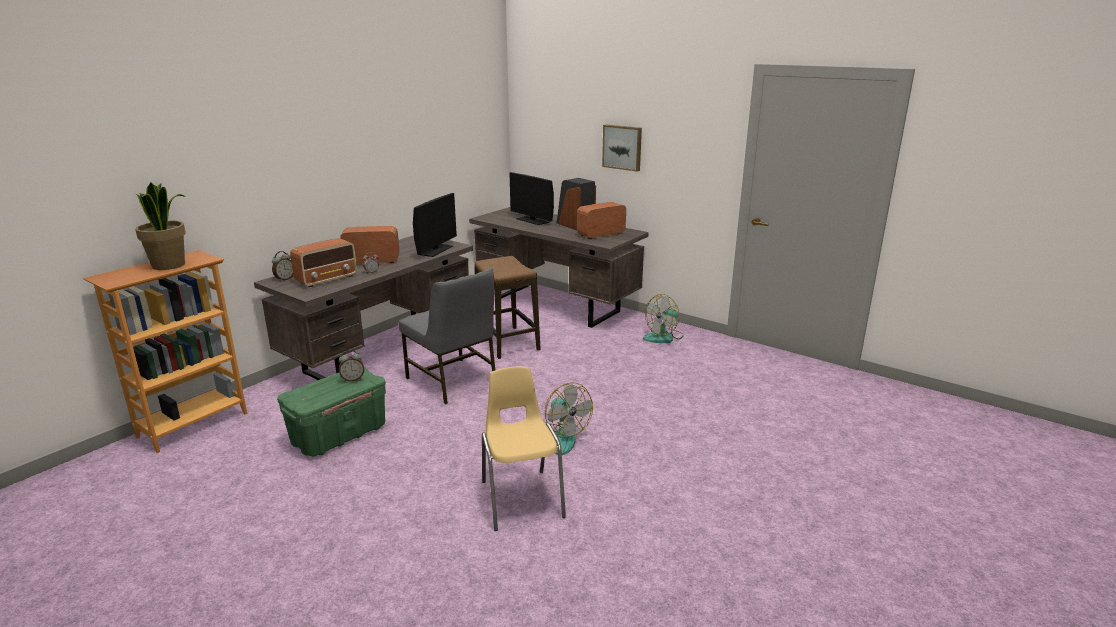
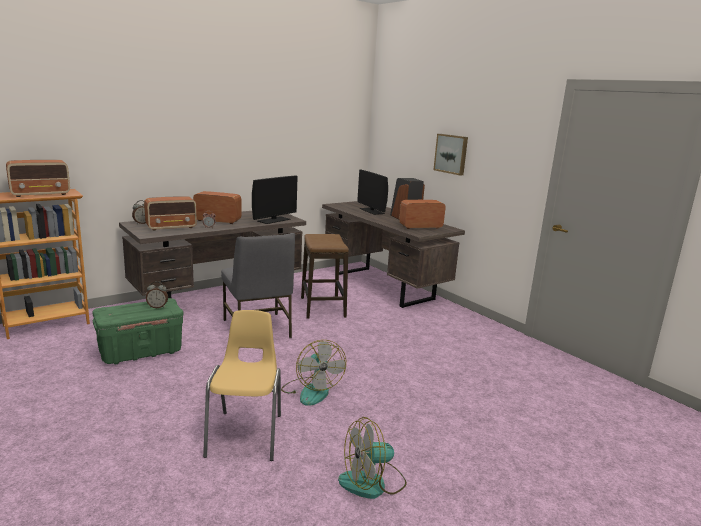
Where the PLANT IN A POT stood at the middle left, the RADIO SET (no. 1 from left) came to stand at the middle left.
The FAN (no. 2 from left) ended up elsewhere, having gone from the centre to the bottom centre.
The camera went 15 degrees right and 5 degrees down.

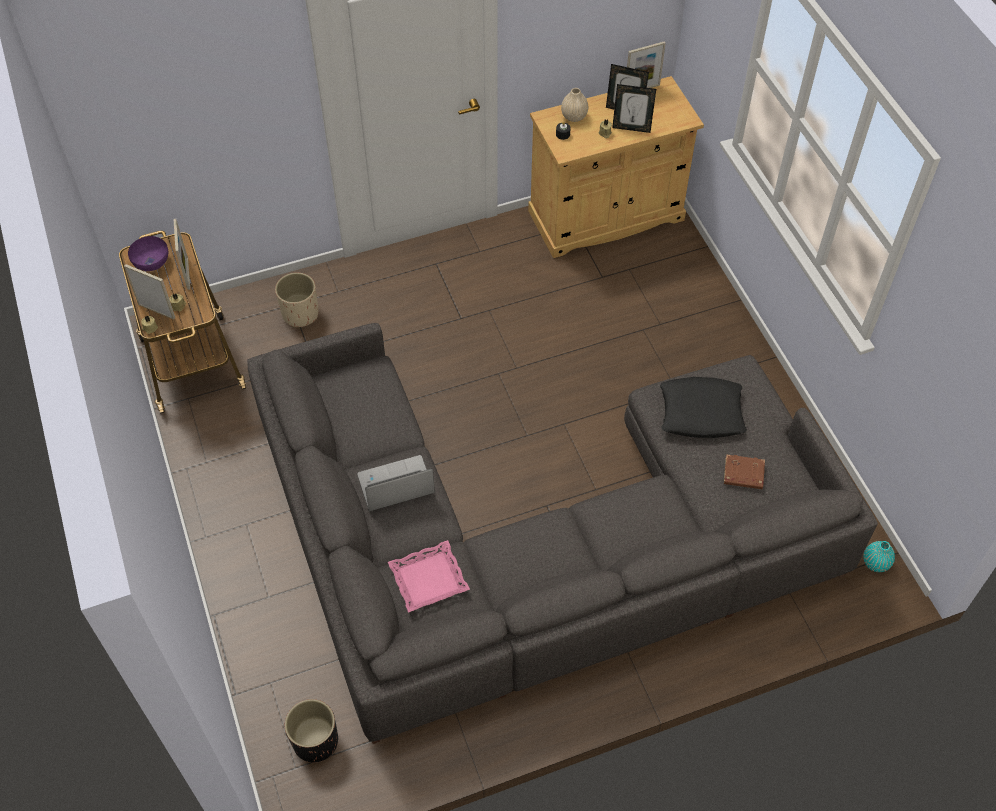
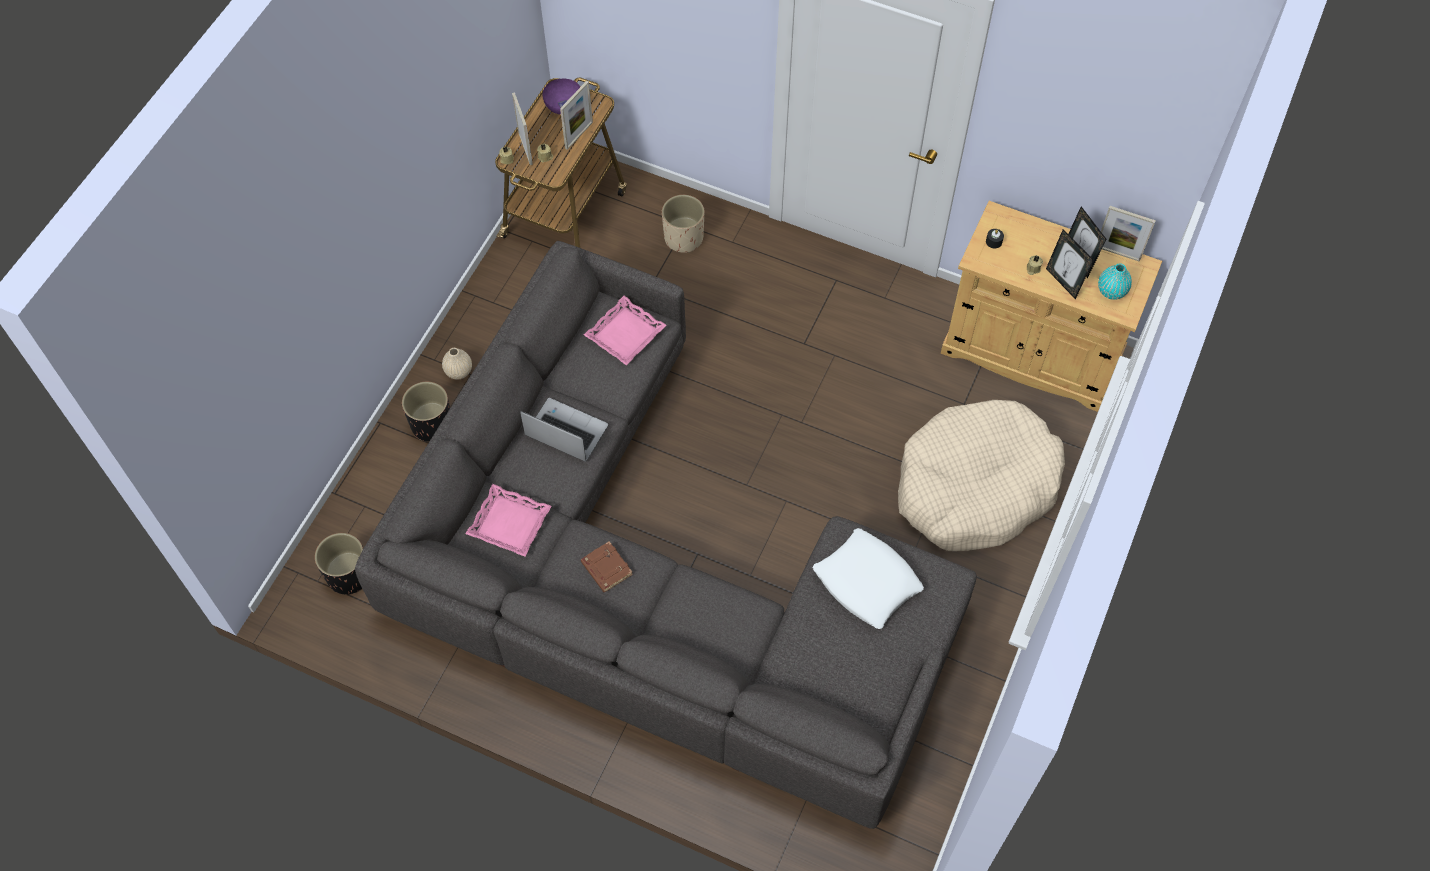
The BEIGE DECORATIVE VASE ended up elsewhere, having gone from the top centre to the middle left.
What was the BLACK PILLOW at the middle right turned into the WHITE PILLOW at the centre.
The BROWNISH BOOK ended up elsewhere, having gone from the middle right to the centre.
The BLUE-GREEN DECORATIVE VASE ended up elsewhere, having gone from the bottom right to the top right.
The second view gained the BLACK PLANT POT (no. 2 from left) at the middle left.
The second view gained the PINK TRAY (no. 2 from left) at the centre.
The second view gained the BEIGE DOG BED at the middle right.
The camera went 45 degrees right and 5 degrees up.

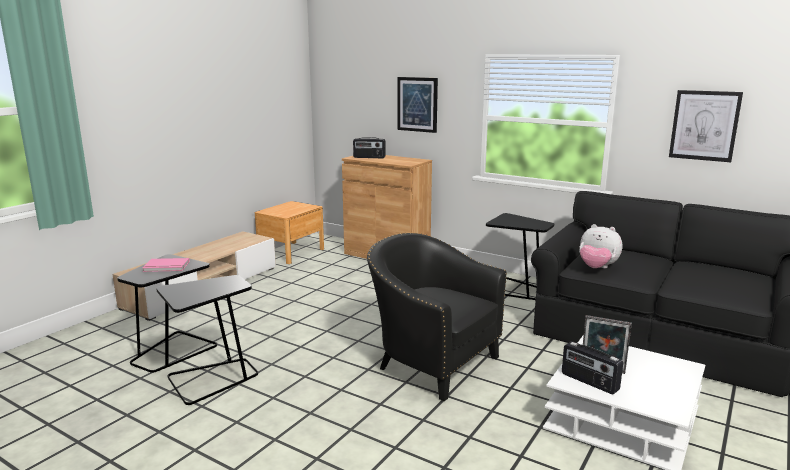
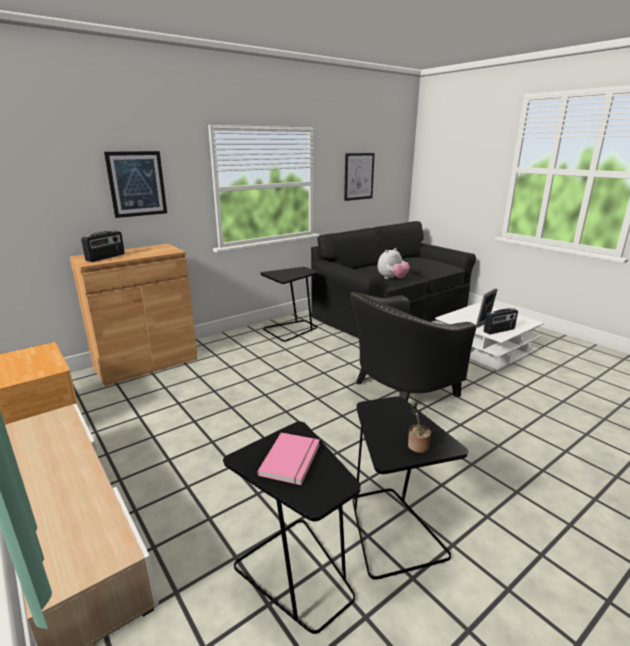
The second view gained the PLANT IN A POT at the centre.
The camera went 70 degrees left and 5 degrees up.

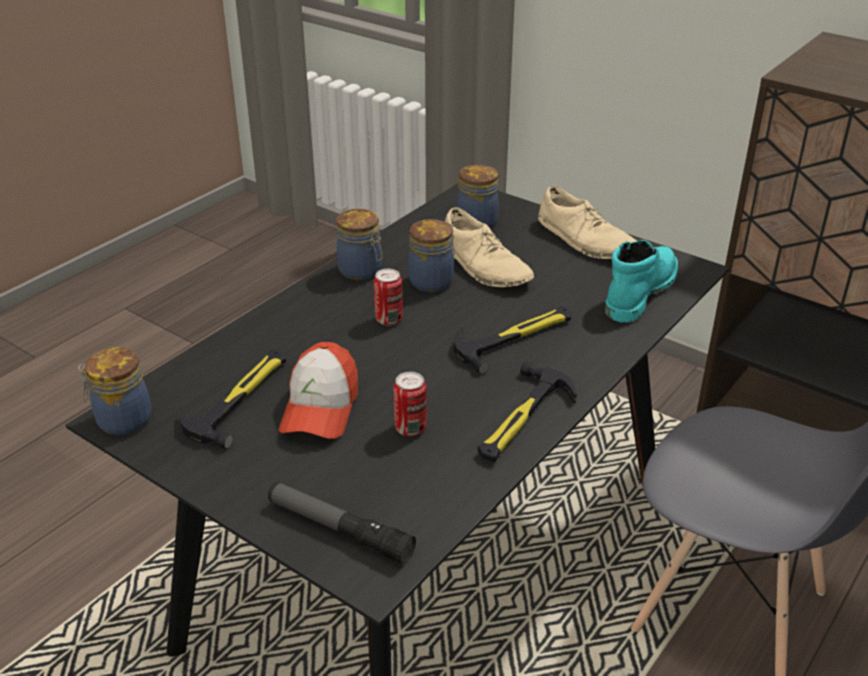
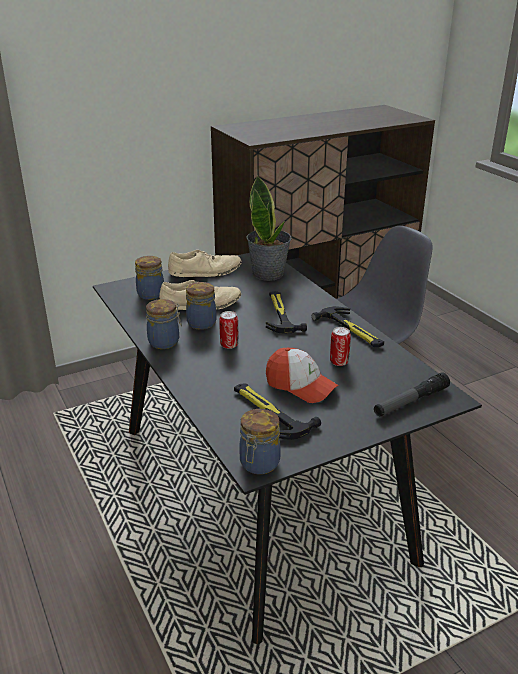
Where the BLUE-GREEN TALL BOOT stood at the middle right, the PLANT IN A POT came to stand at the centre.
The camera went 65 degrees left and 5 degrees down.

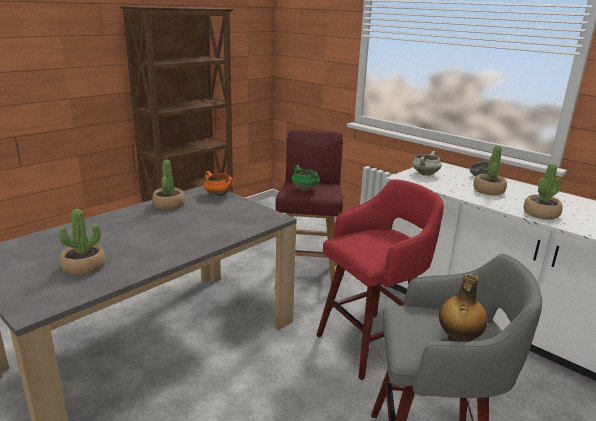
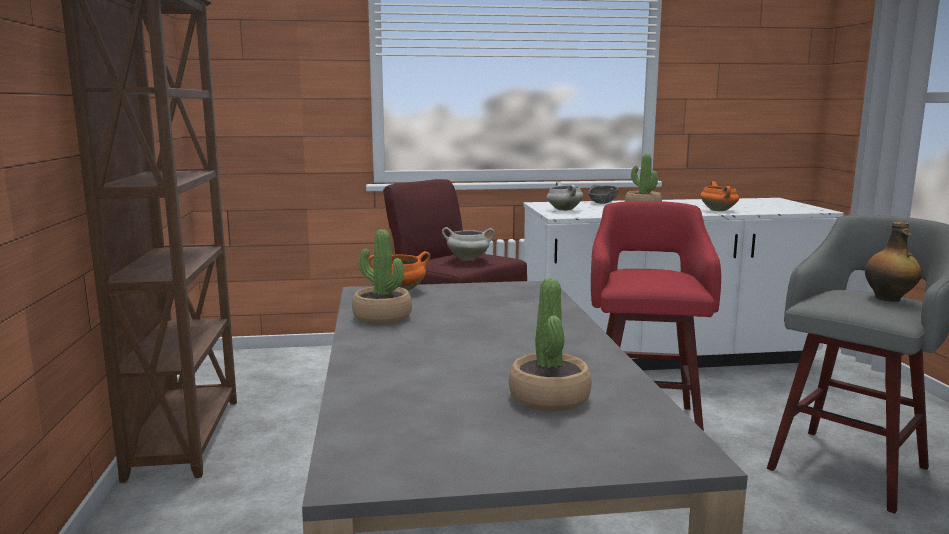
What was the GREEN COOKING POT at the centre turned into the WHITE COOKING POT (no. 1 from left) at the centre.
Where the PLANT IN A POT (no. 4 from left) stood at the middle right, the ORANGE-COLOURED COOKING POT (no. 2 from left) came to stand at the middle right.
The camera went 50 degrees left and 10 degrees down.

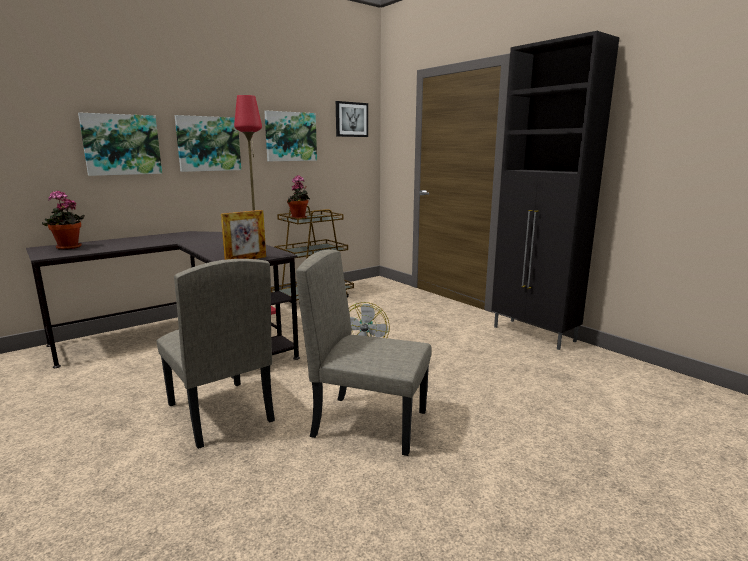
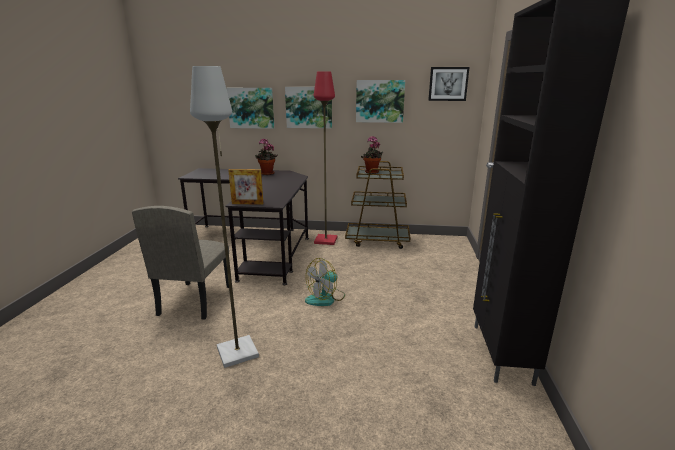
The PLANT IN A POT (no. 1 from left) ended up elsewhere, having gone from the middle left to the centre.
Where the BEIGE PLAIN CHAIR (no. 2 from left) stood at the centre, the GREYISH FLOOR LAMP came to stand at the middle left.
The camera went 45 degrees right and 5 degrees up.

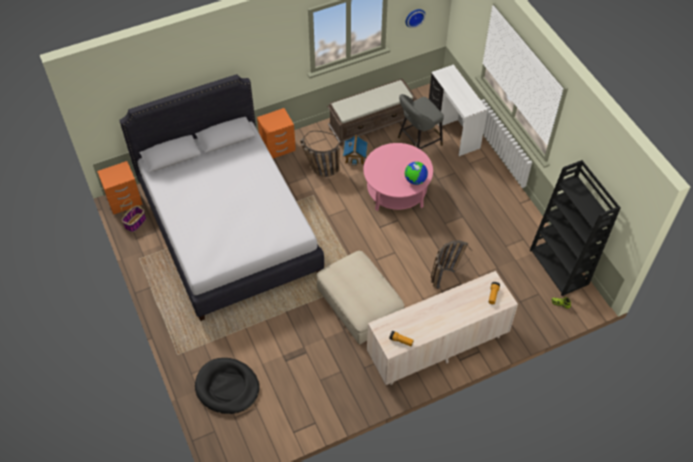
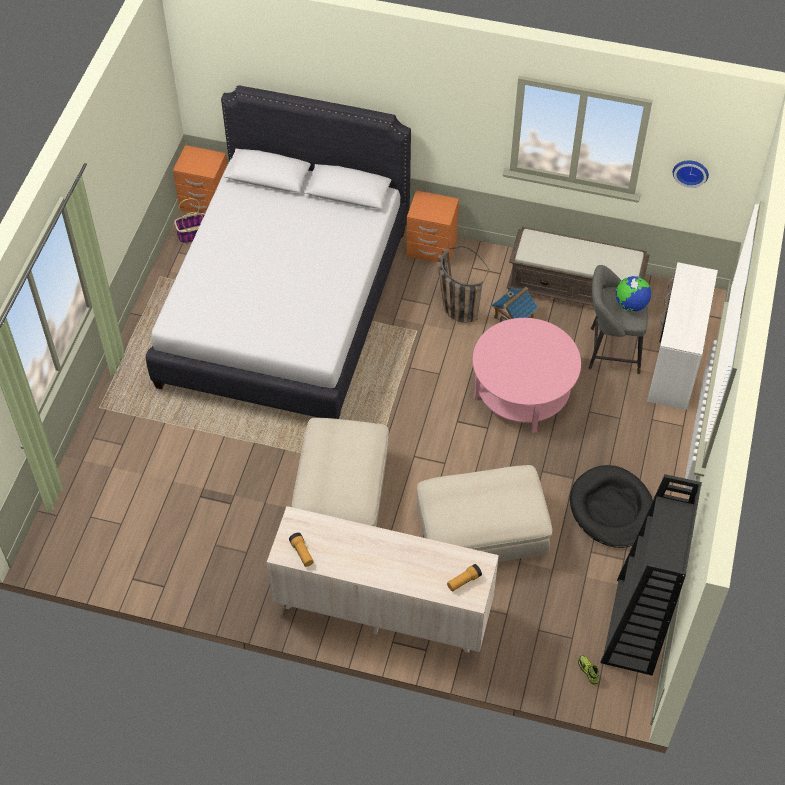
The BLACK DOG BED ended up elsewhere, having gone from the bottom left to the middle right.
The DESK GLOBE ended up elsewhere, having gone from the centre to the middle right.
Where the HOUSEHOLD BASKET (no. 3 from left) stood at the centre, the BEIGE POUFFE (no. 2 from left) came to stand at the centre.
The camera went 40 degrees right and 0 degrees up.

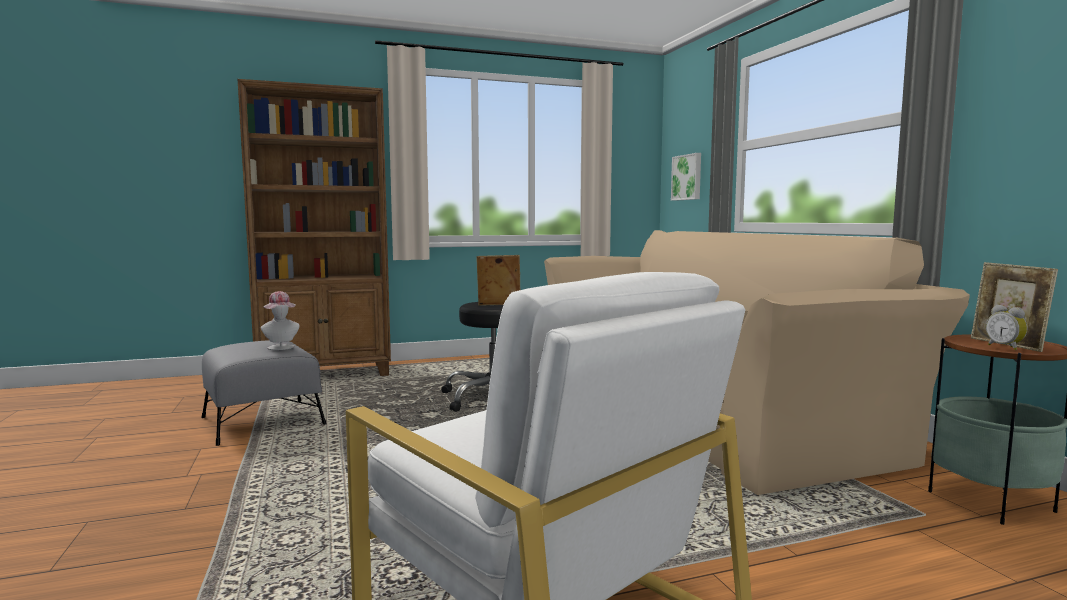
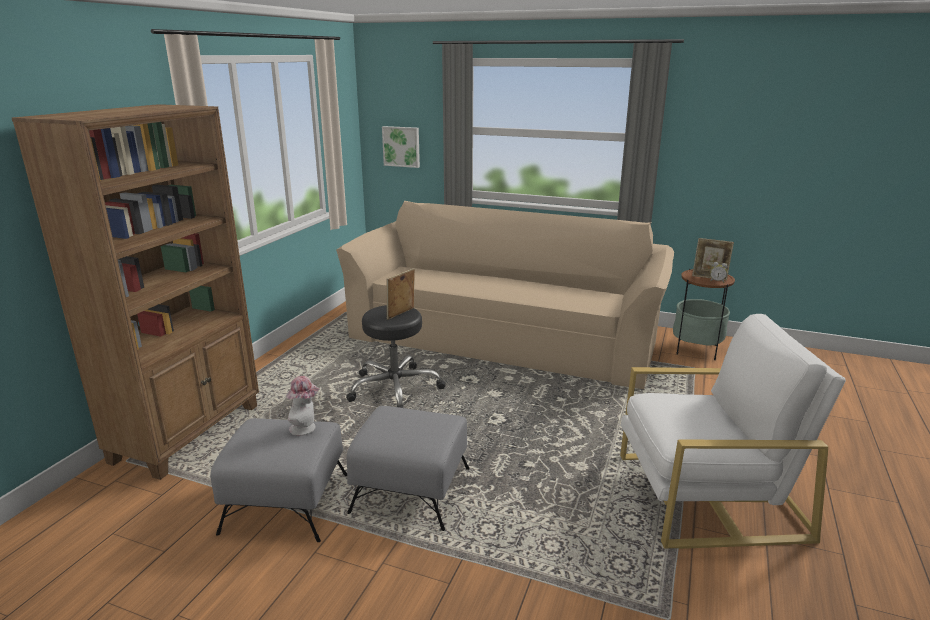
The second view gained the GREYISH POUFFE (no. 2 from left) at the bottom centre.
The camera went 50 degrees left and 15 degrees up.

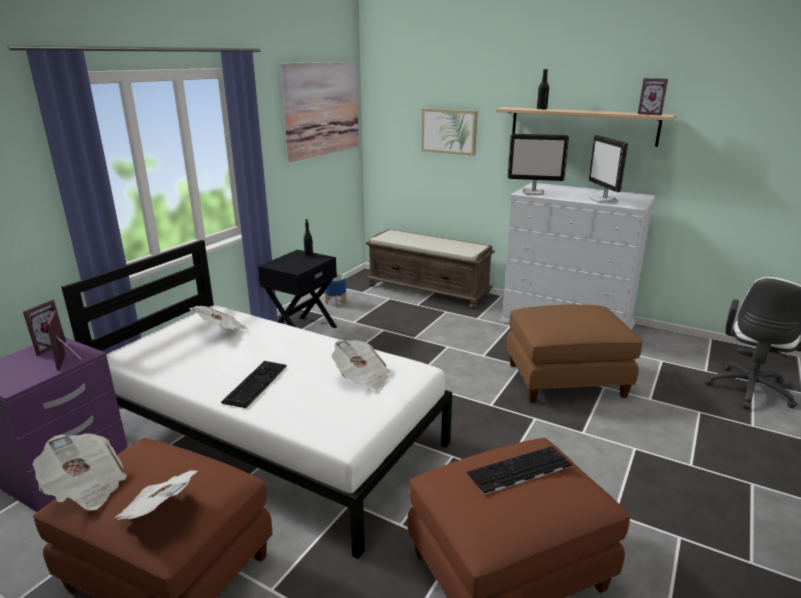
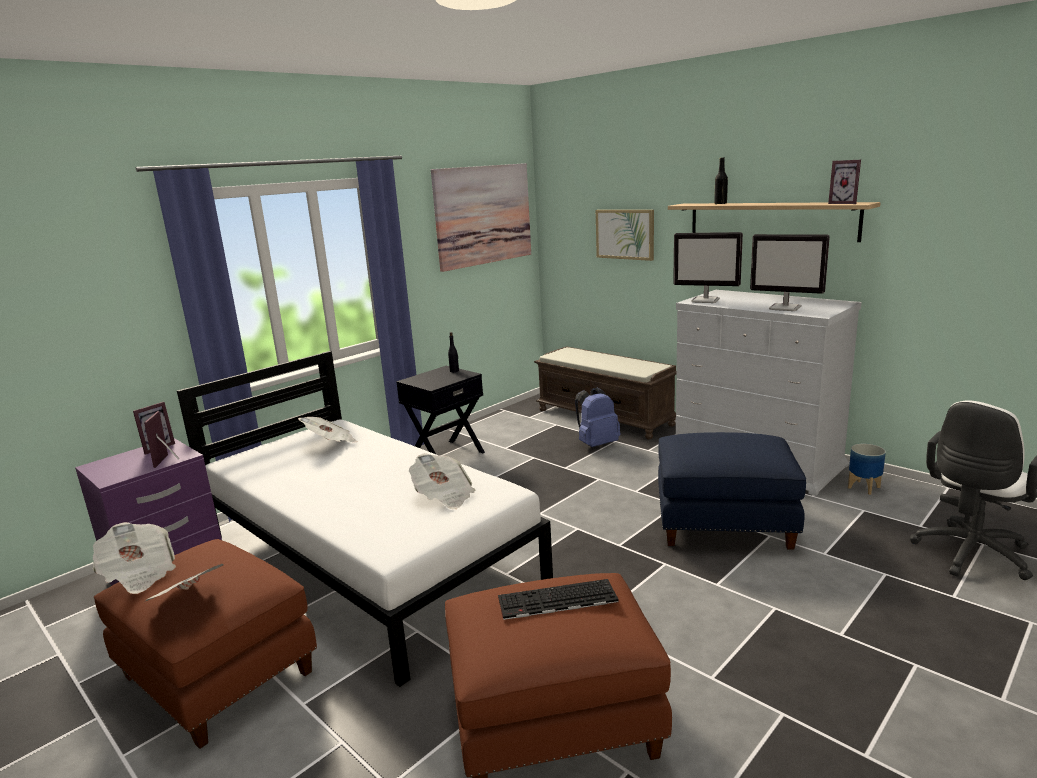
The second view lost the COMPUTER KEYBOARD (no. 1 from left) at the middle left.
The PLANT POT ended up elsewhere, having gone from the centre to the middle right.
What was the BROWNISH POUFFE (no. 3 from left) at the middle right turned into the BLUISH POUFFE at the middle right.
The COMPUTER SCREEN (no. 2 from left) at the top right ended up facing another way, 60 degrees counterclockwise from before.
The second view gained the BLUISH RUCKSACK at the centre.
The camera went 15 degrees right and 5 degrees down.

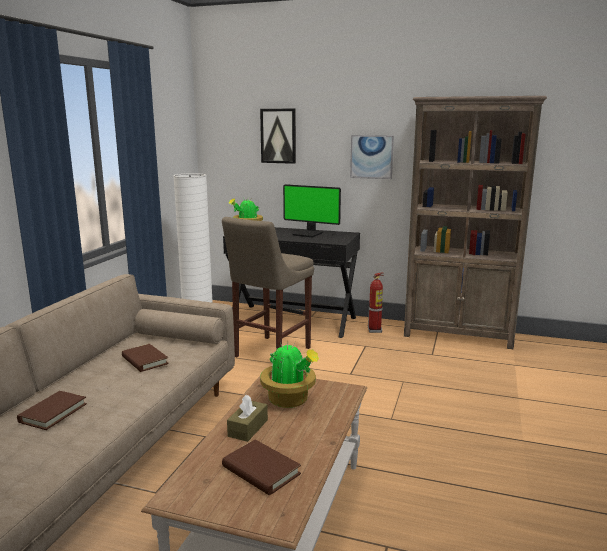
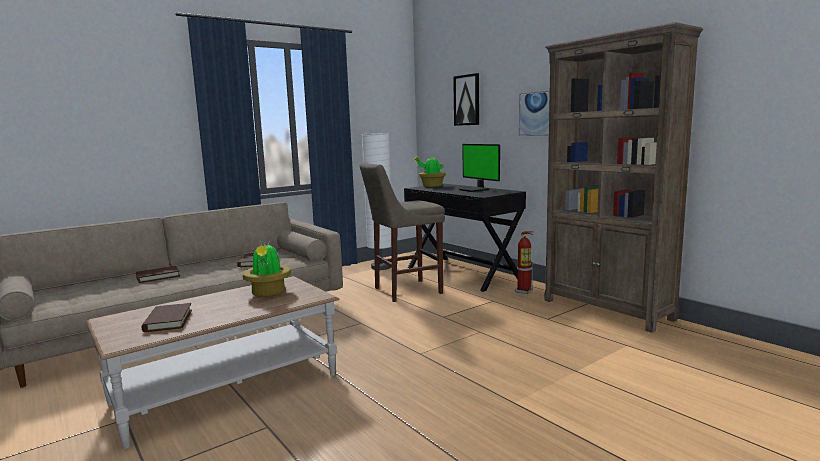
The second view lost the BROWNISH TISSUE BOX at the bottom centre.
The camera went 35 degrees right and 5 degrees down.

